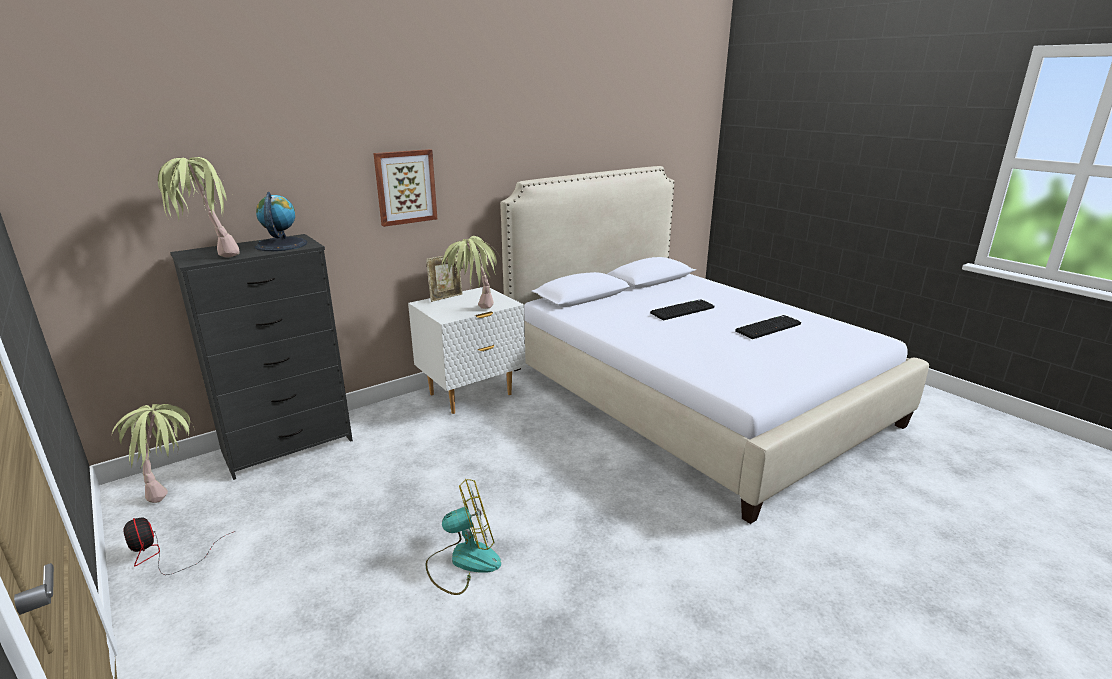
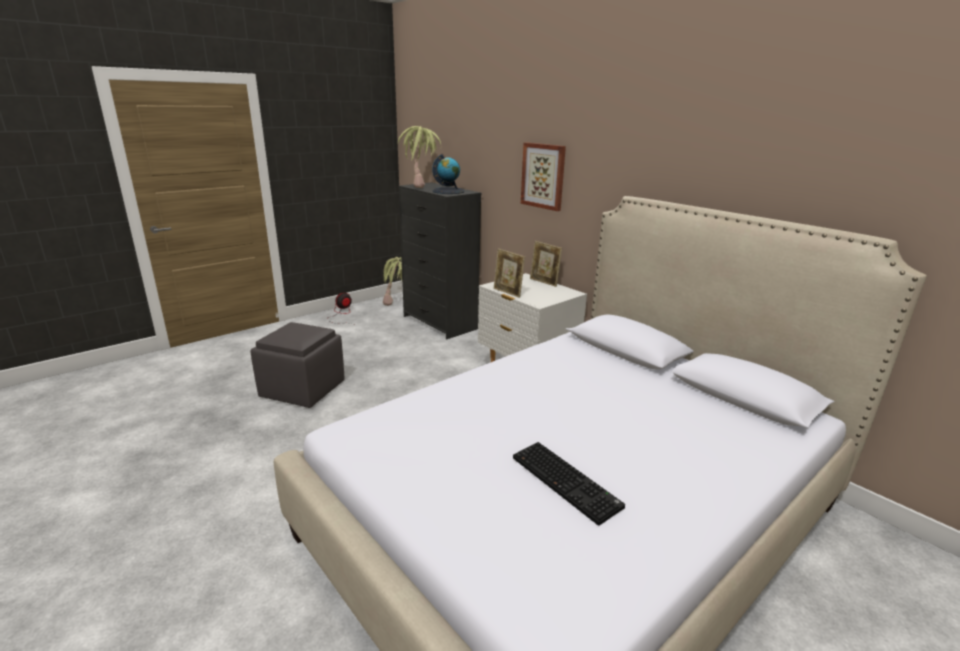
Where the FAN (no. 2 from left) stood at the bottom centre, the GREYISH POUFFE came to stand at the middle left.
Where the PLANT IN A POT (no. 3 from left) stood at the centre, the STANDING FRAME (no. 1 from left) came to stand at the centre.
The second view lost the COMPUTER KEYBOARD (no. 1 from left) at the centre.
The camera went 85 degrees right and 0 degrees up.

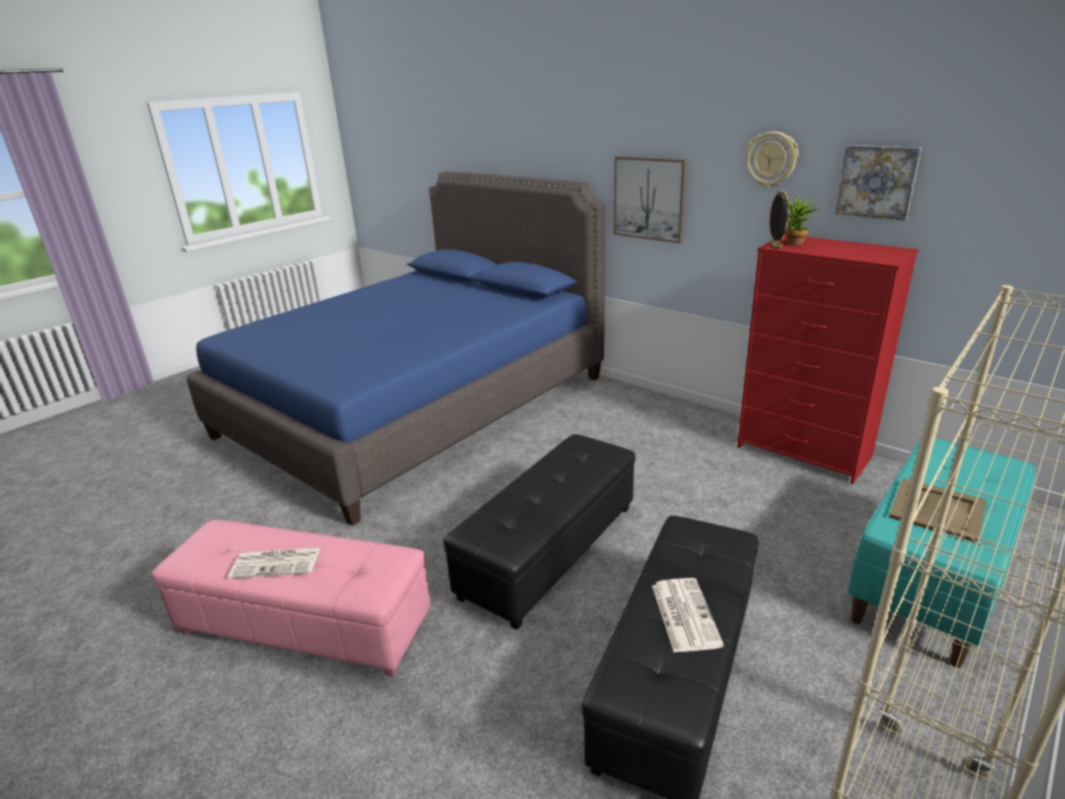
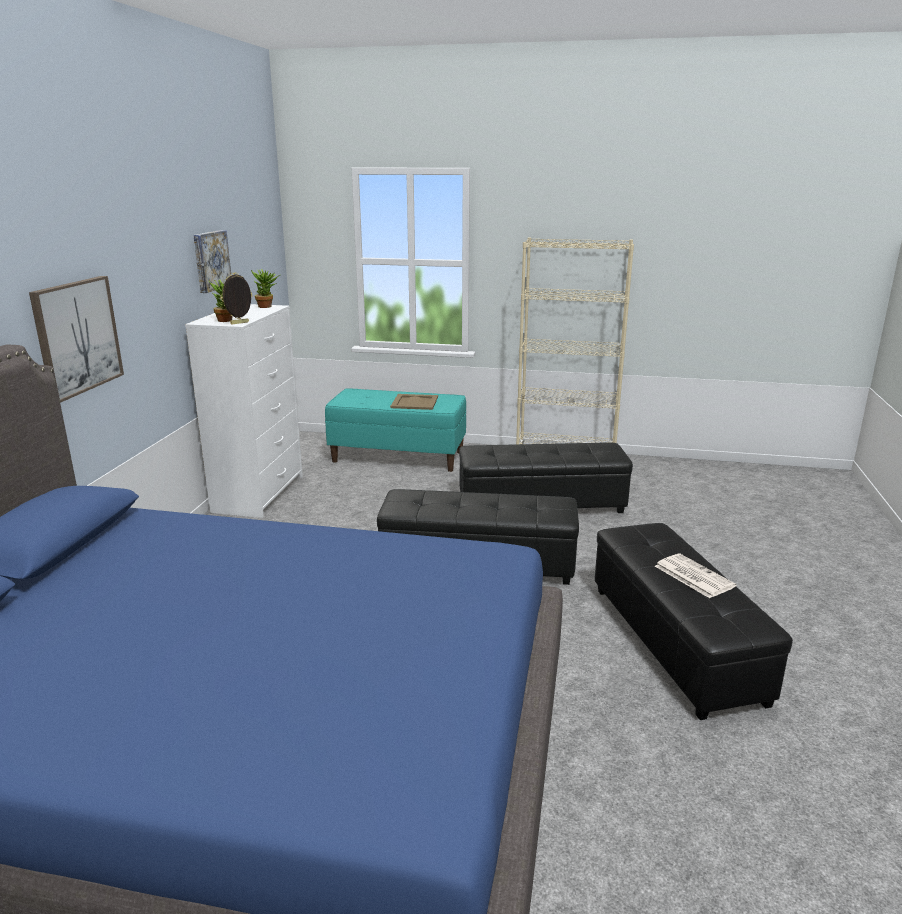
What was the PINK POUFFE at the bottom left turned into the BLACK POUFFE (no. 3 from left) at the bottom right.
The second view lost the PRINTED PAPER (no. 2 from left) at the bottom centre.
What was the REDDISH DRAWER CHEST at the middle right turned into the WHITE DRAWER CHEST at the middle left.
The second view lost the CLOCK ON THE WALL at the top right.
The second view gained the PLANT IN A POT (no. 2 from left) at the top left.
The camera went 120 degrees left and 5 degrees down.

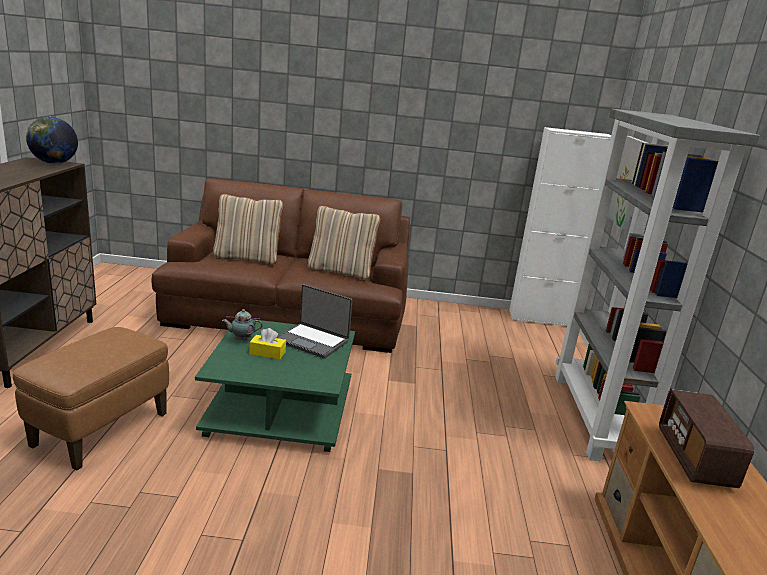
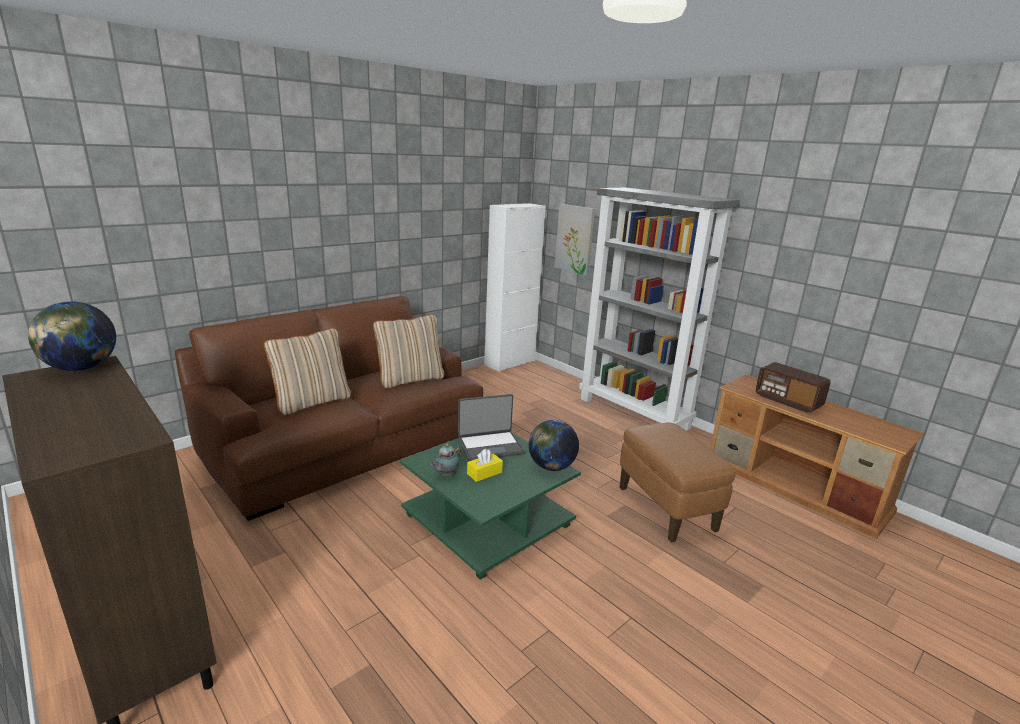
The BROWNISH POUFFE ended up elsewhere, having gone from the bottom left to the centre.
The second view gained the DESK GLOBE (no. 2 from left) at the centre.
The camera went 45 degrees left and 0 degrees up.

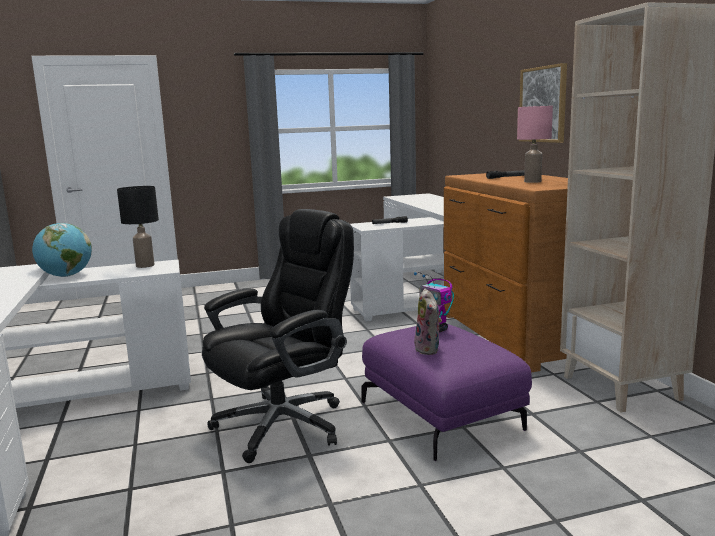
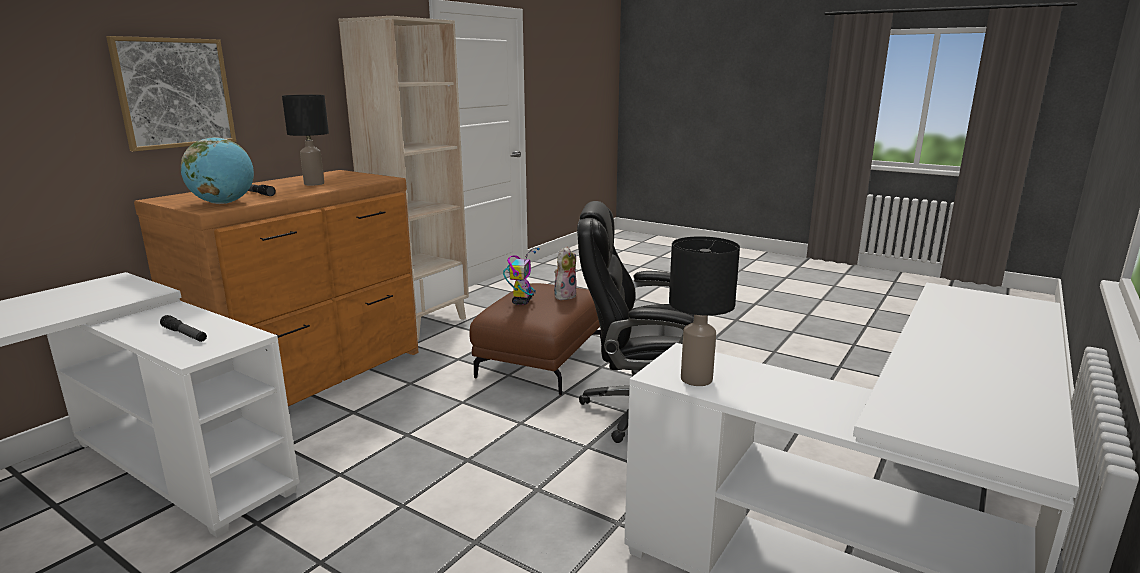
The DESK GLOBE ended up elsewhere, having gone from the middle left to the top left.
What was the PURPLISH POUFFE at the bottom centre turned into the BROWNISH POUFFE at the centre.
What was the PINK TABLE LAMP at the top right turned into the BLACK TABLE LAMP (no. 1 from left) at the top left.
The camera went 130 degrees left and 5 degrees up.

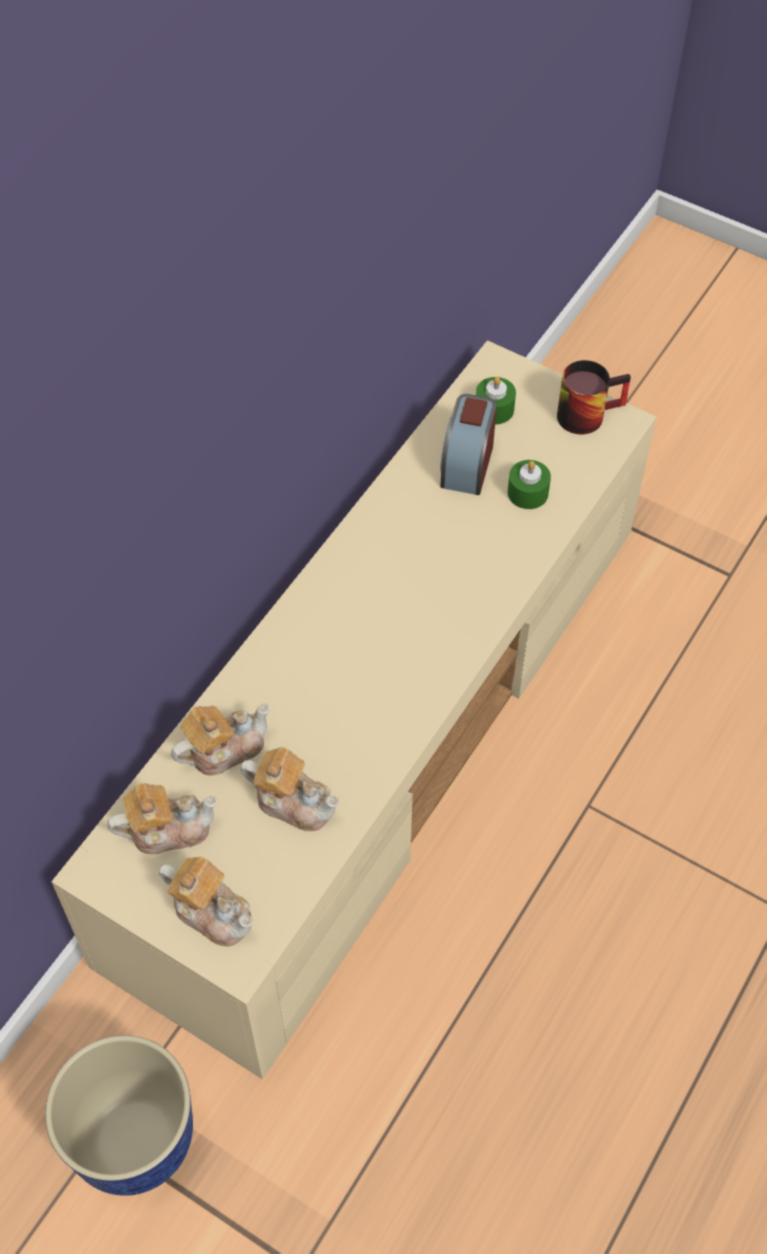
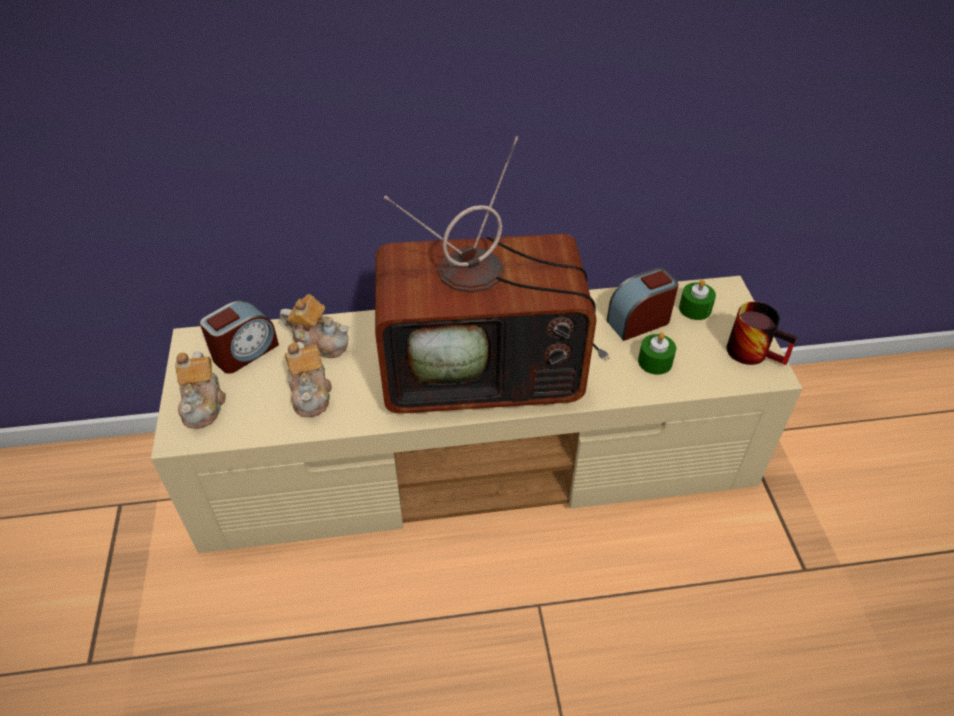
The second view lost the PLANT POT at the bottom left.
Where the POT FOR TEA (no. 1 from left) stood at the middle left, the TABLE CLOCK (no. 1 from left) came to stand at the middle left.
The second view gained the TELEVISION at the centre.
The camera went 50 degrees right and 10 degrees down.

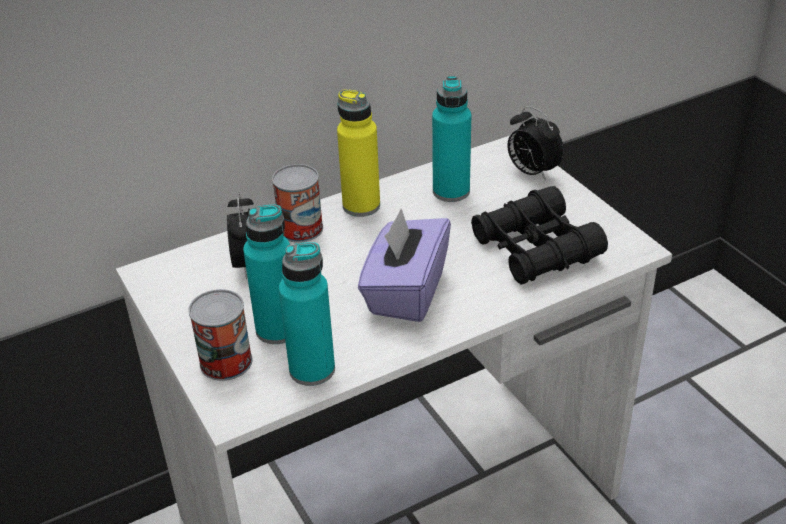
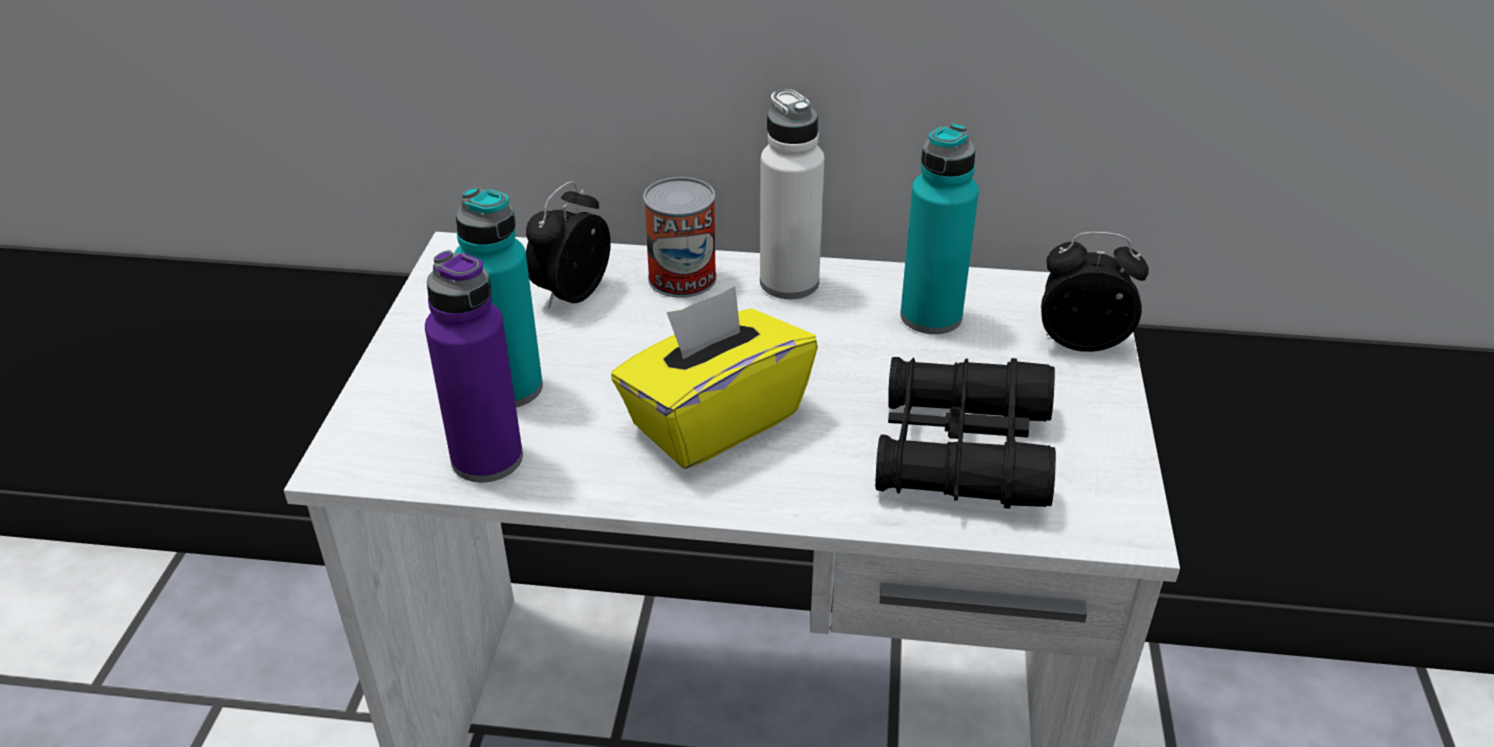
The second view lost the CAN (no. 1 from left) at the middle left.
What was the BLUE-GREEN DRINK BOTTLE (no. 2 from left) at the centre turned into the PURPLISH DRINK BOTTLE at the middle left.
What was the YELLOW-COLOURED DRINK BOTTLE at the top centre turned into the WHITE DRINK BOTTLE at the top centre.
What was the PURPLISH TISSUE BOX at the centre turned into the YELLOW-COLOURED TISSUE BOX at the centre.
The TABLE CLOCK (no. 2 from left) at the top right ended up facing another way, 105 degrees clockwise from before.
The camera went 35 degrees right and 0 degrees up.

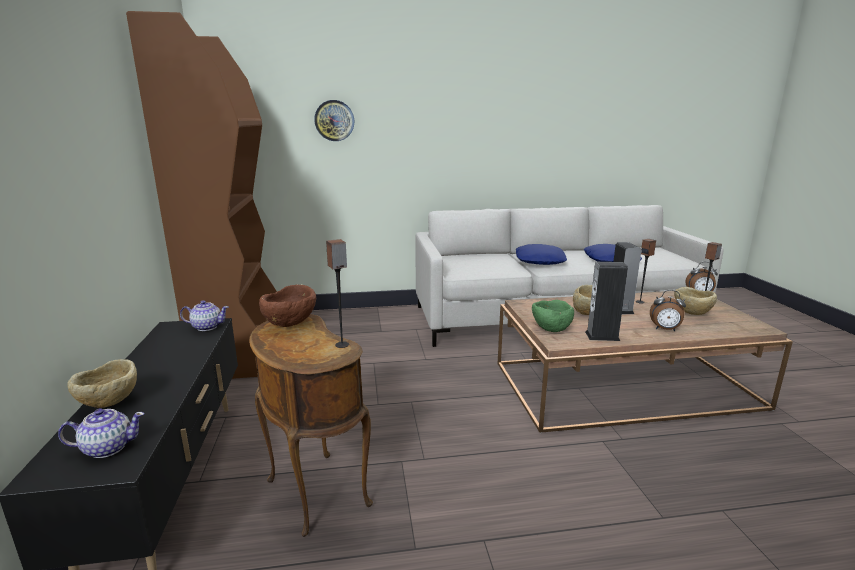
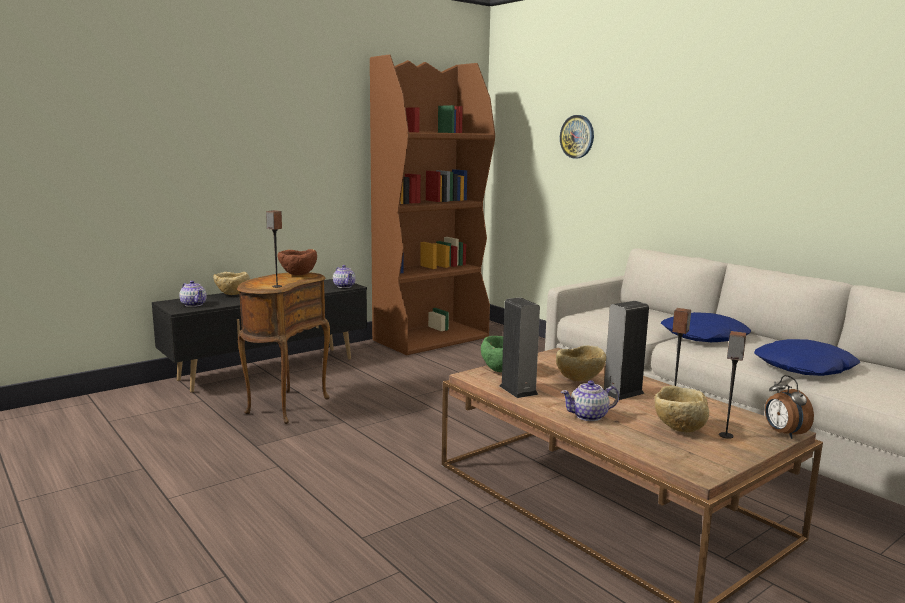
Where the TABLE CLOCK (no. 1 from left) stood at the middle right, the POT FOR TEA (no. 3 from left) came to stand at the centre.
The camera went 60 degrees right and 5 degrees down.

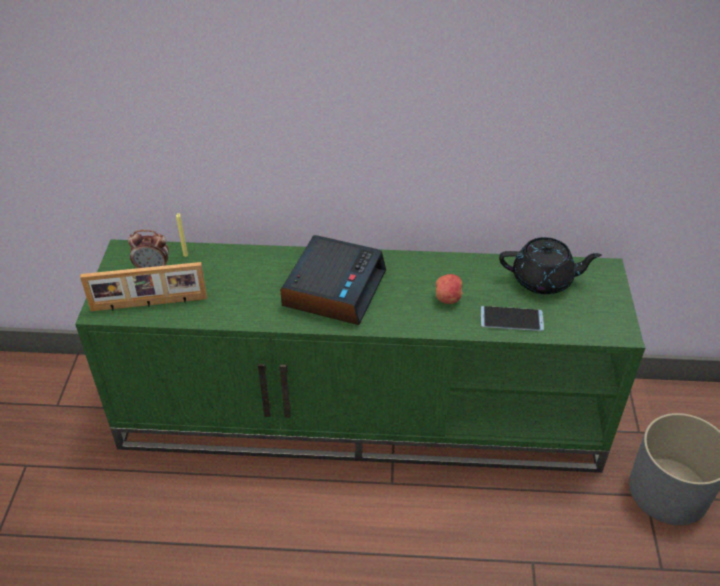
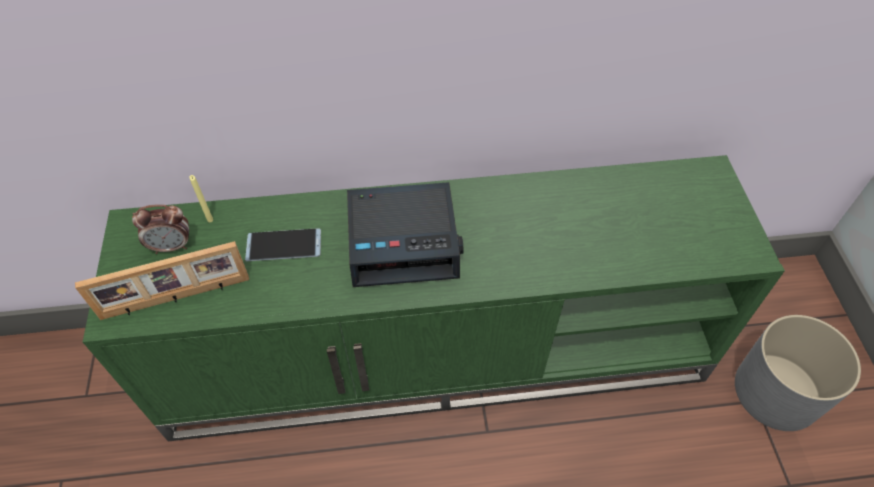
The TABLE CLOCK (no. 2 from left) at the centre ended up facing another way, 75 degrees clockwise from before.
The second view lost the APPLE at the centre.
The HANDSET ended up elsewhere, having gone from the middle right to the middle left.
The second view lost the BLACK POT FOR TEA at the middle right.
The camera went 10 degrees left and 10 degrees up.

